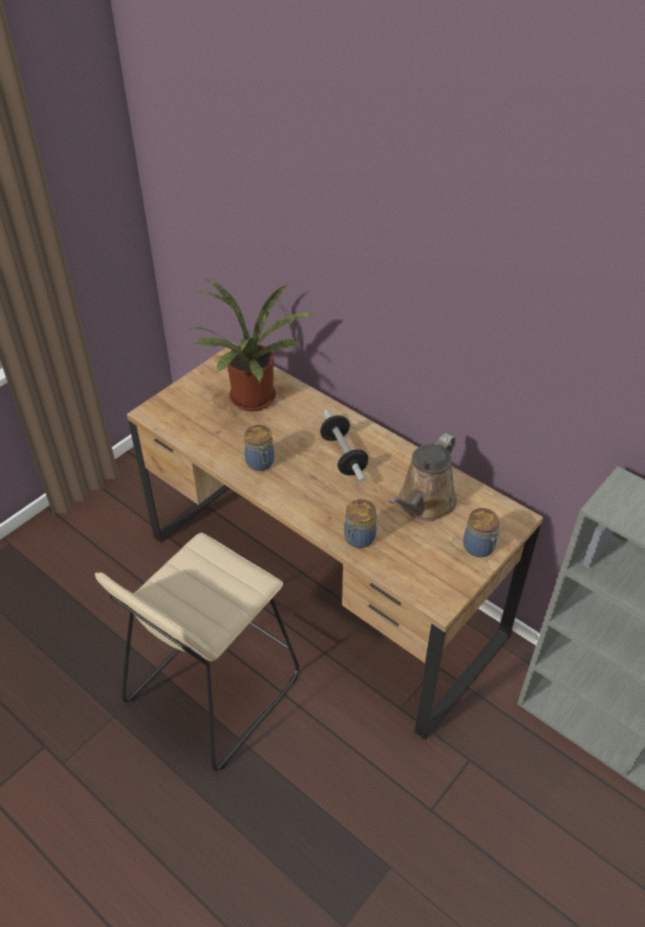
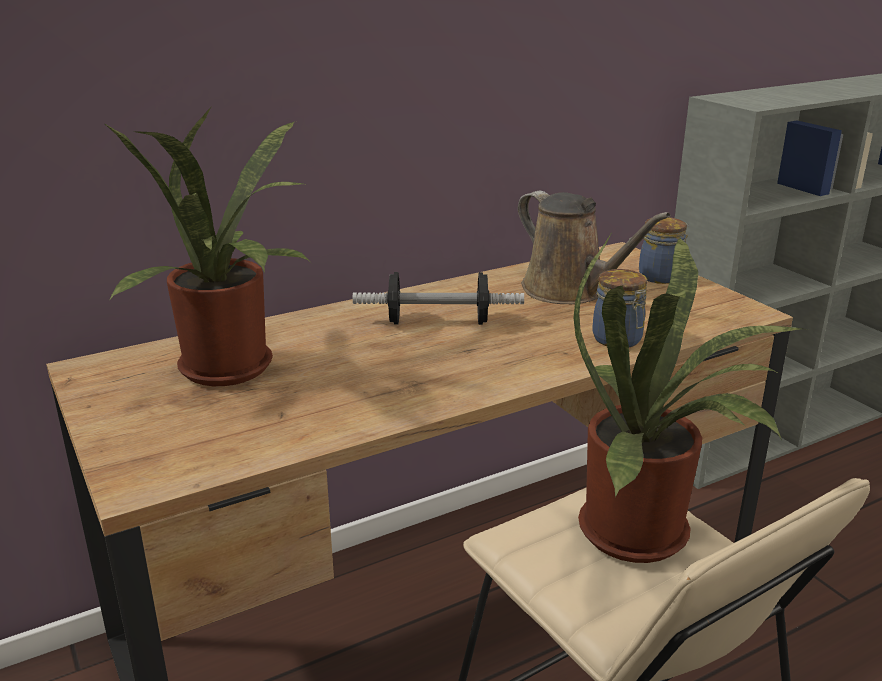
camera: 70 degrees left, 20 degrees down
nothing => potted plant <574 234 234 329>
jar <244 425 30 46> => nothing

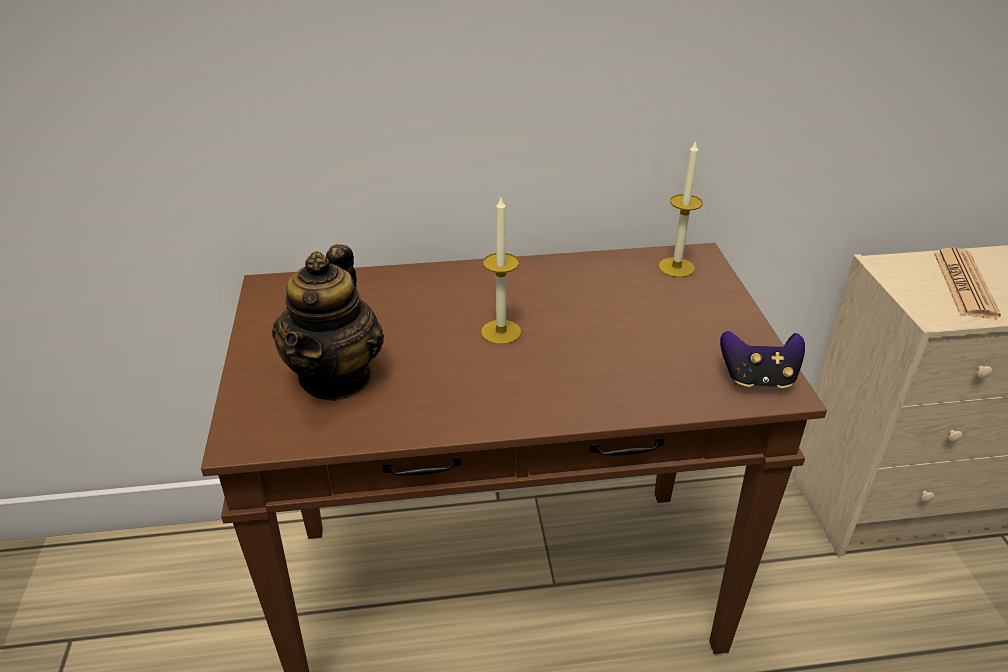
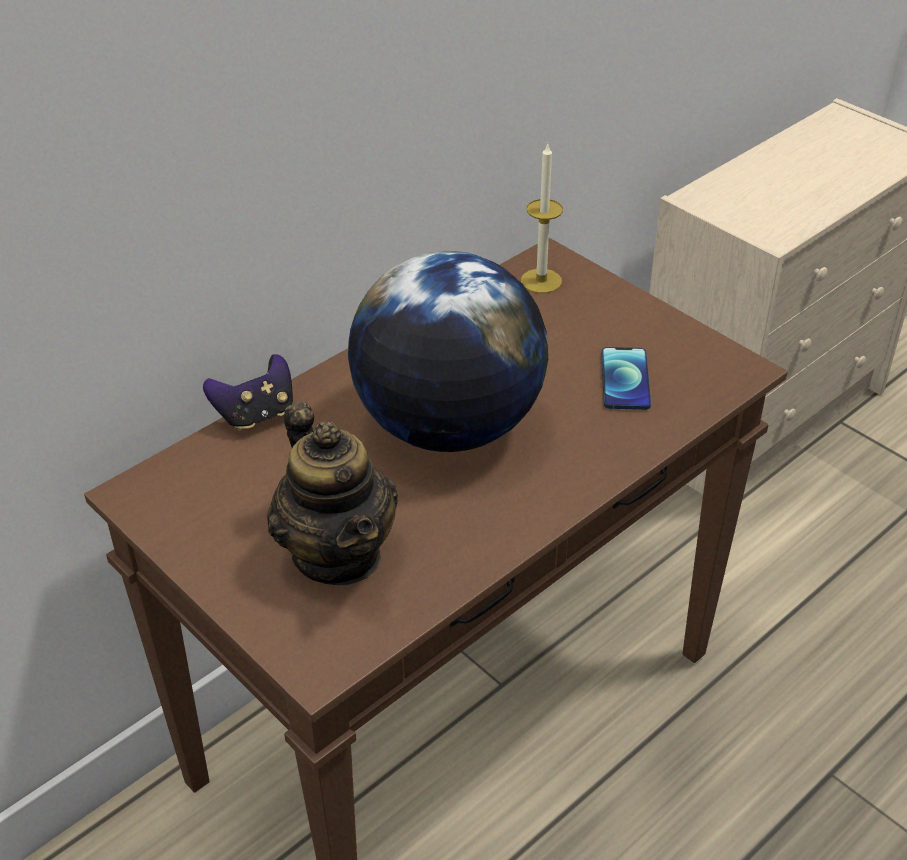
camera: 35 degrees left, 5 degrees up
joypad <720 331 85 57> => joypad <203 354 90 77>, relocated
wax candle <481 198 40 146> => world globe <348 251 200 201>
nothing => handset <601 347 50 63>
newspaper <934 248 67 70> => nothing

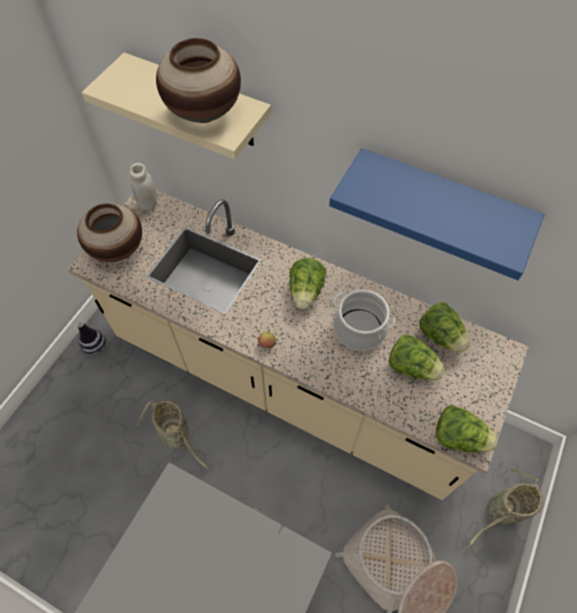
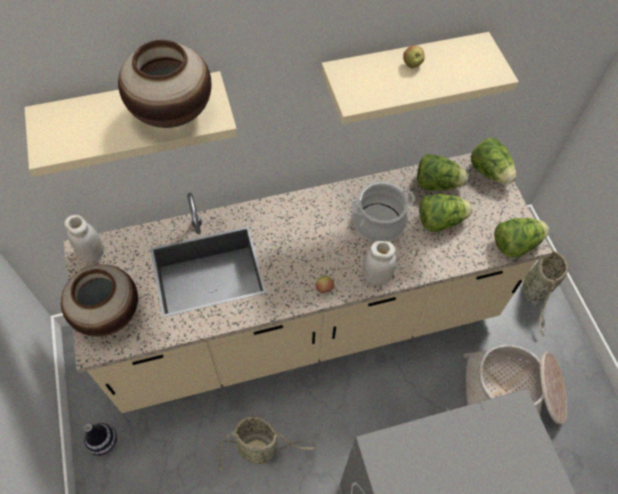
camera: 45 degrees left, 0 degrees up
bluish shelf <329 148 216 132> => beige-coloured shelf <321 32 198 92>
nothing => white jar <363 241 33 44>
nothing => apple fruit <403 45 21 23>
lettuce head <289 258 37 51> => lettuce head <471 138 46 46>, relocated

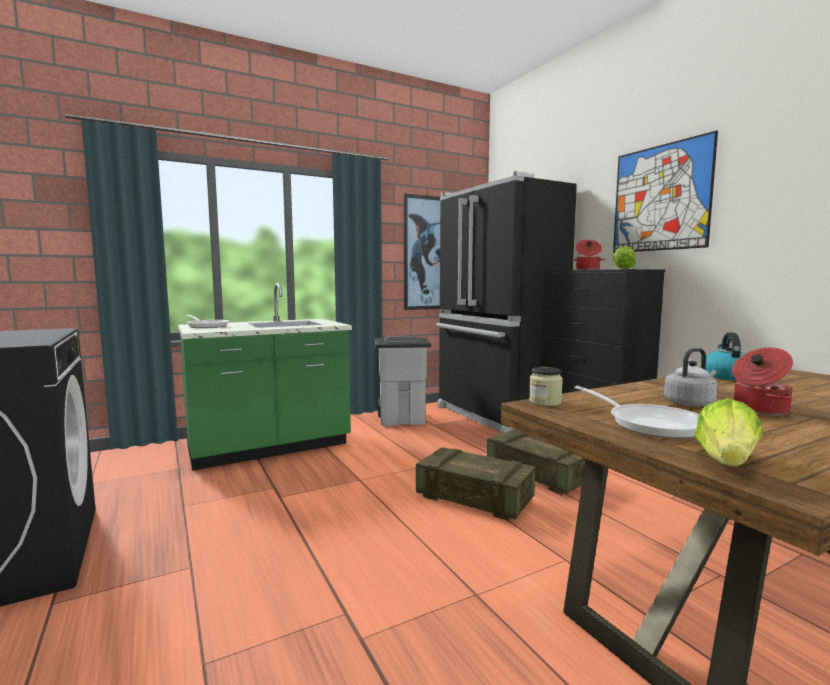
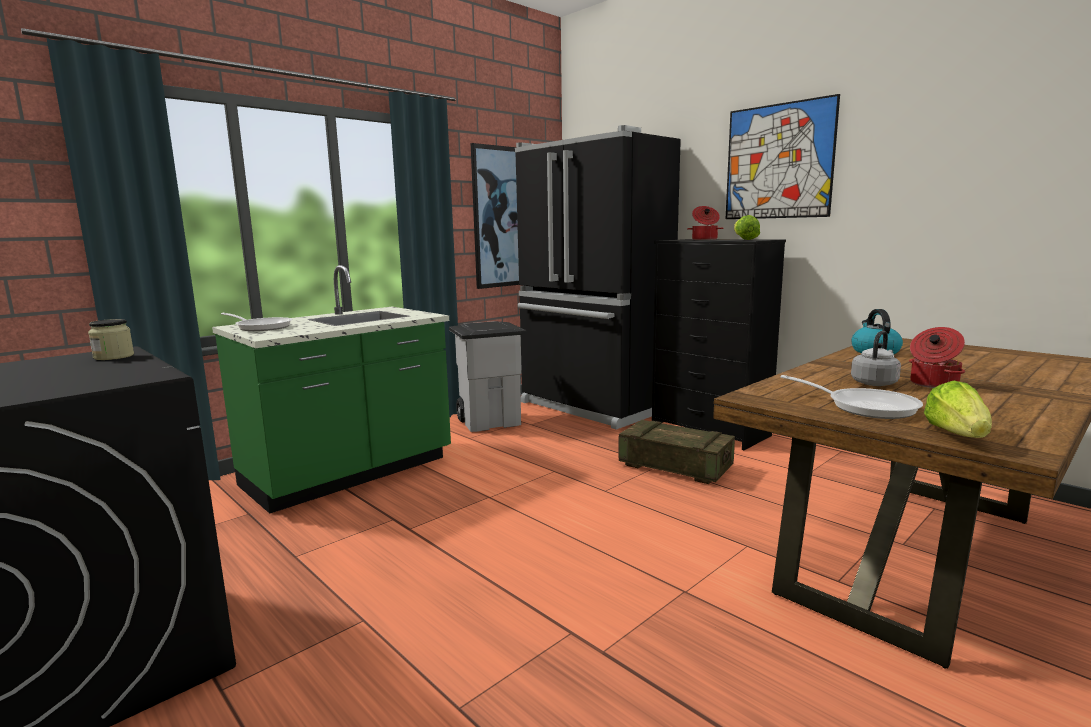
camera: 15 degrees left, 5 degrees up
jar <529 367 34 39> => jar <88 319 46 41>, relocated
shipping crate <416 447 120 74> => nothing

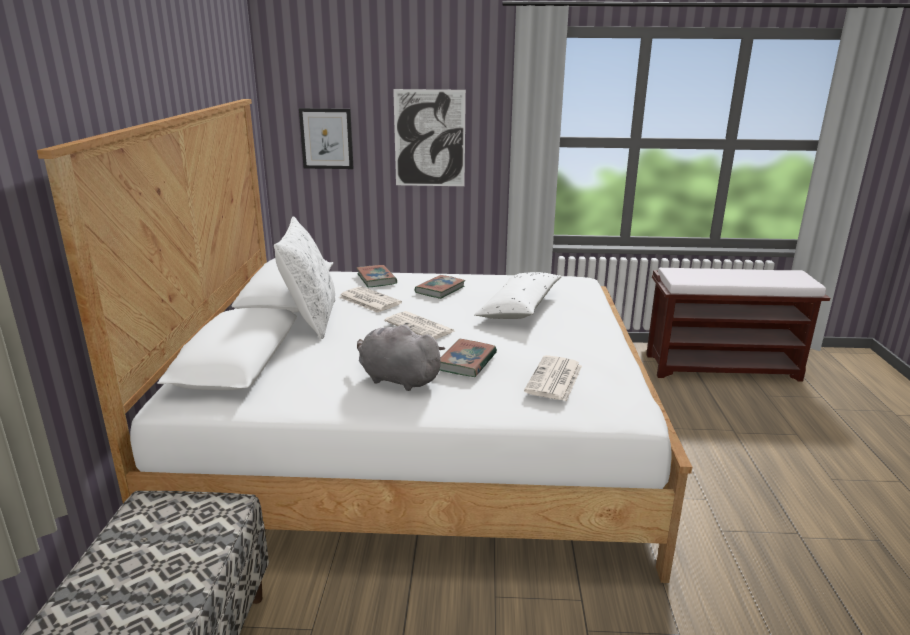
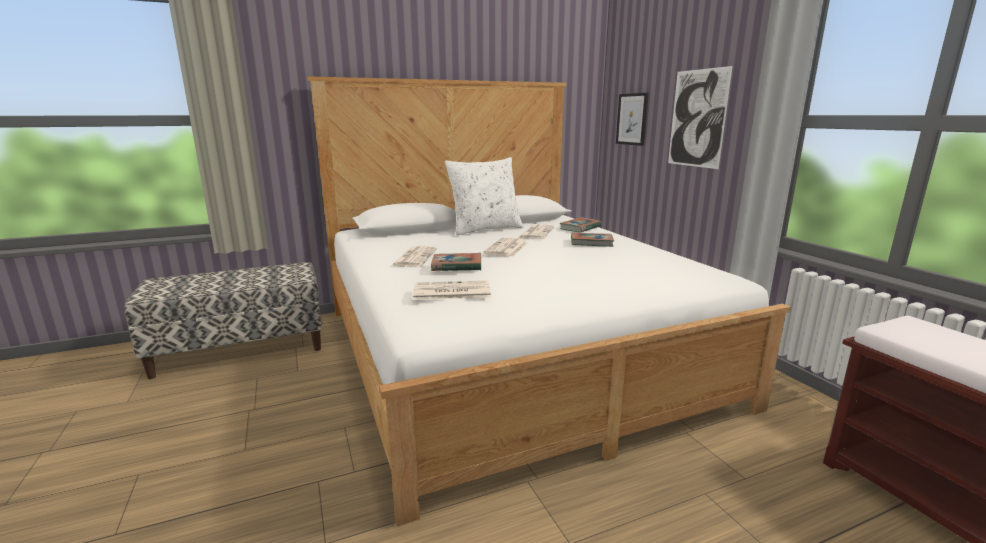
camera: 65 degrees right, 5 degrees down
grey soft toy <357 324 88 67> => newspaper <391 246 46 21>
white throw pillow <474 272 88 47> => nothing

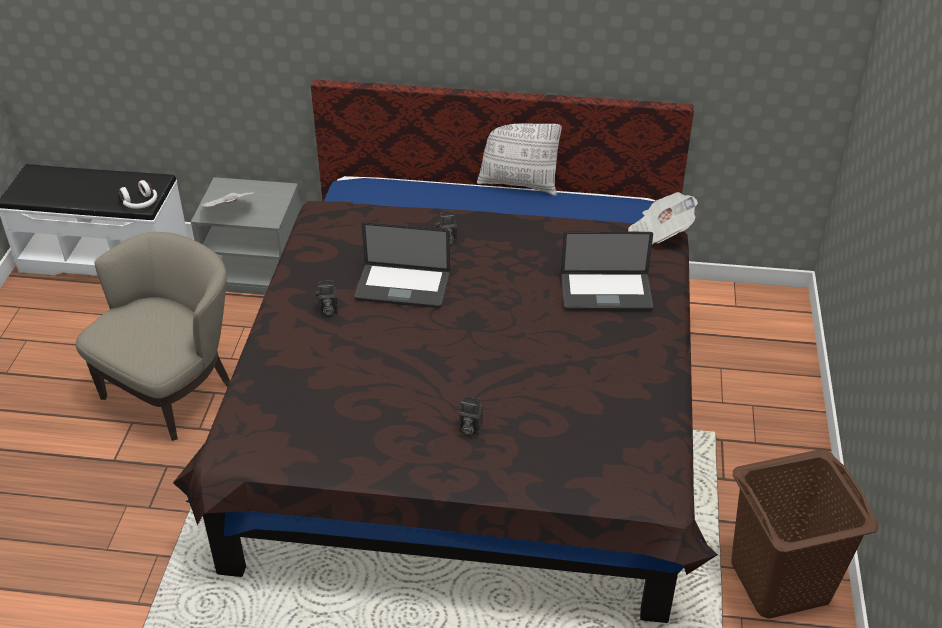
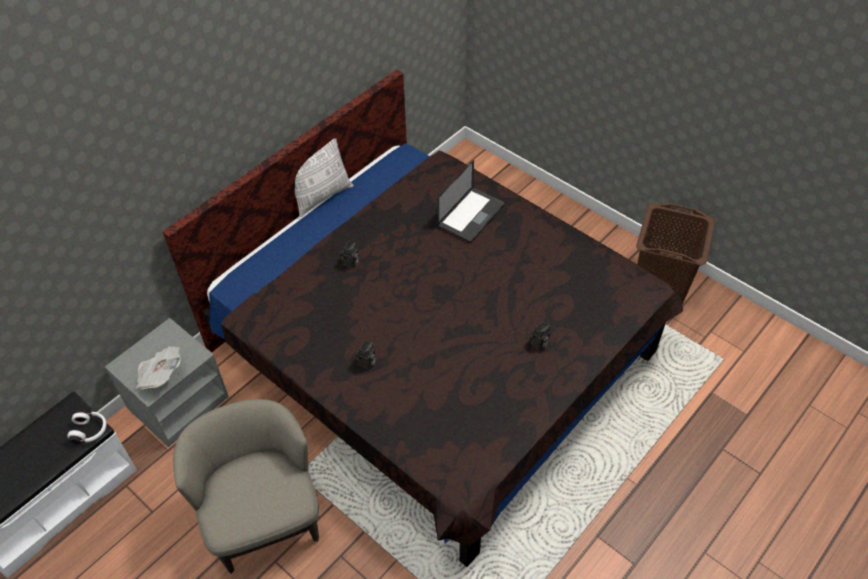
camera: 55 degrees left, 10 degrees up
notebook computer <354 222 96 86> => nothing
newspaper <628 192 70 52> => nothing

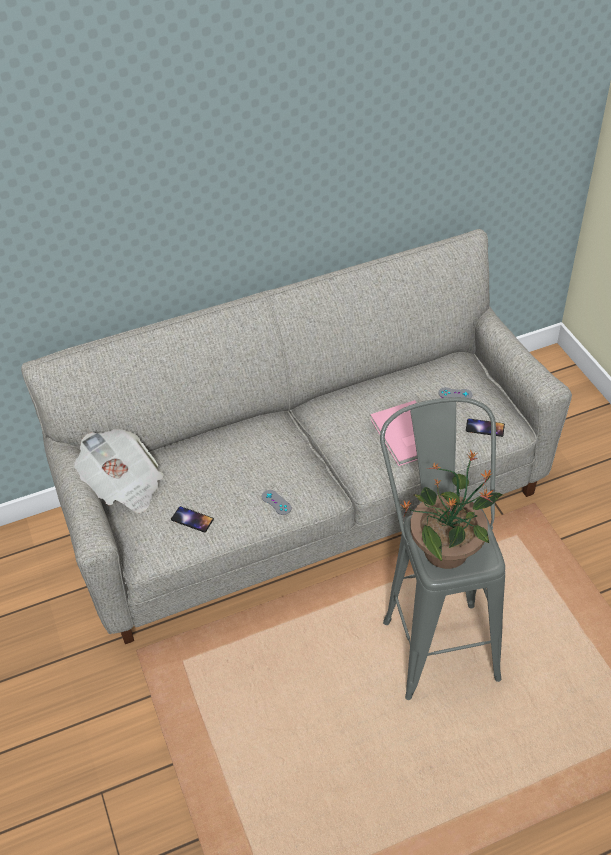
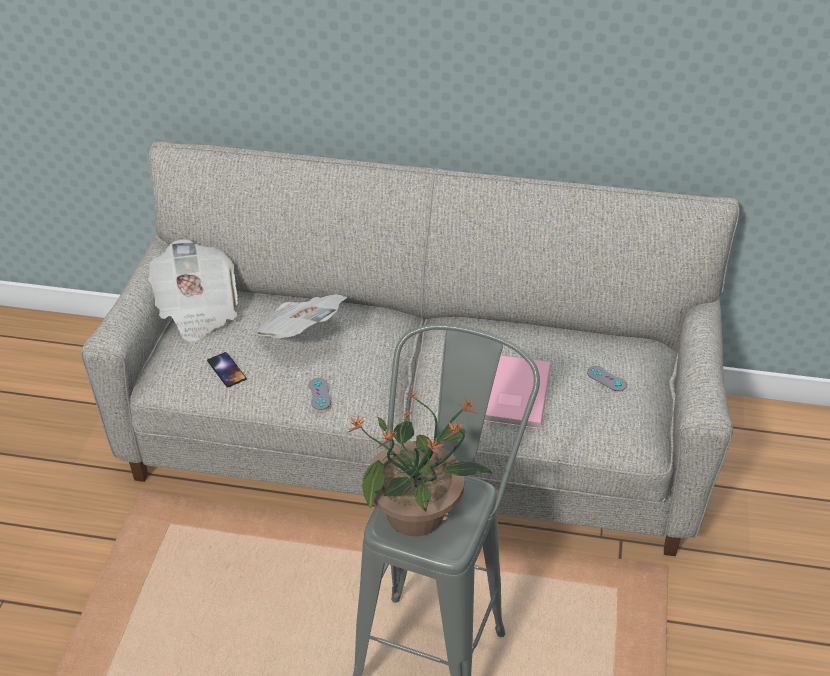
camera: 30 degrees right, 5 degrees down
nothing => newspaper <253 294 94 44>
handset <466 419 39 18> => nothing

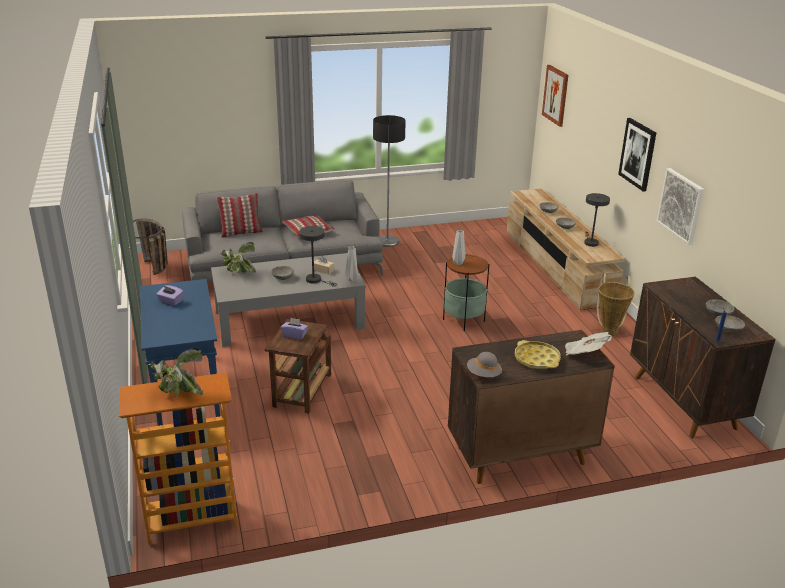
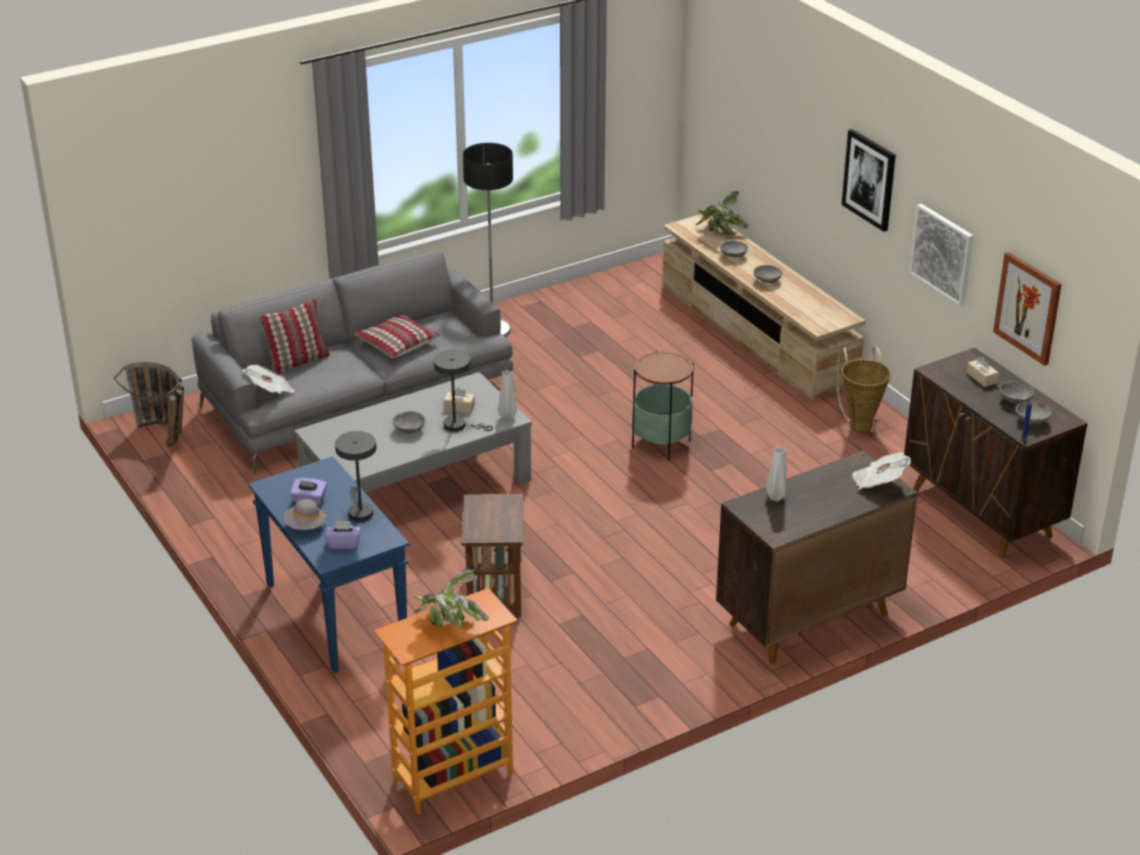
camera: 15 degrees left, 5 degrees up
nothing => newspaper <242 365 53 29>
grey clothing hat <467 352 35 25> => grey clothing hat <283 499 44 31>, relocated
purple tissue holder <281 318 27 22> => purple tissue holder <325 521 36 28>, relocated
grey table lamp <584 193 26 54> => grey table lamp <335 431 41 90>, relocated
potted plant <220 242 36 31> => potted plant <695 191 53 41>, relocated
grey vase <452 230 13 35> => grey vase <766 447 21 55>, relocated
nothing => beige-coloured tissue holder <967 357 32 30>
wall art <542 65 26 62> => wall art <993 252 69 114>, relocated
yellow carrying tray <515 340 46 29> => nothing

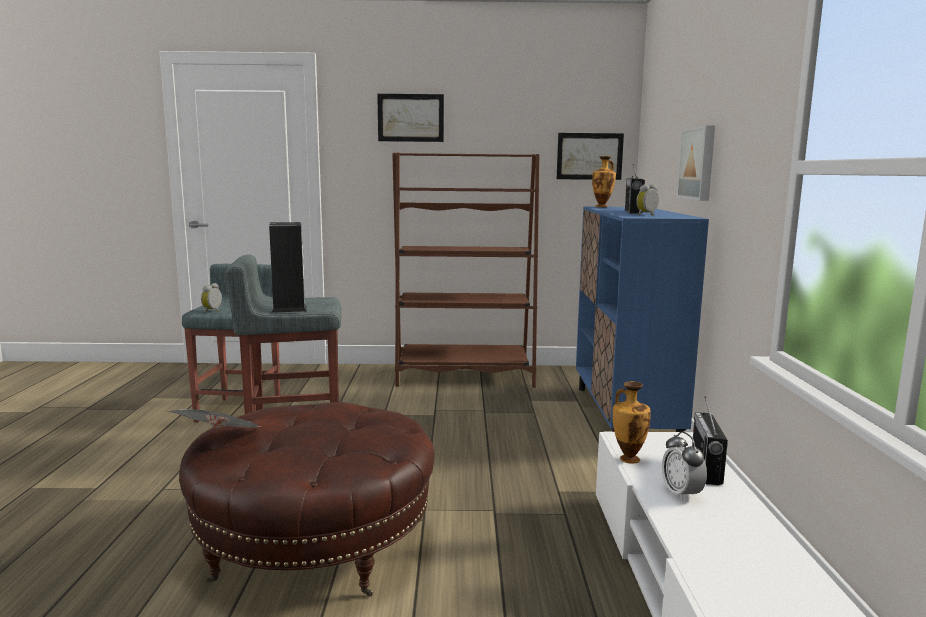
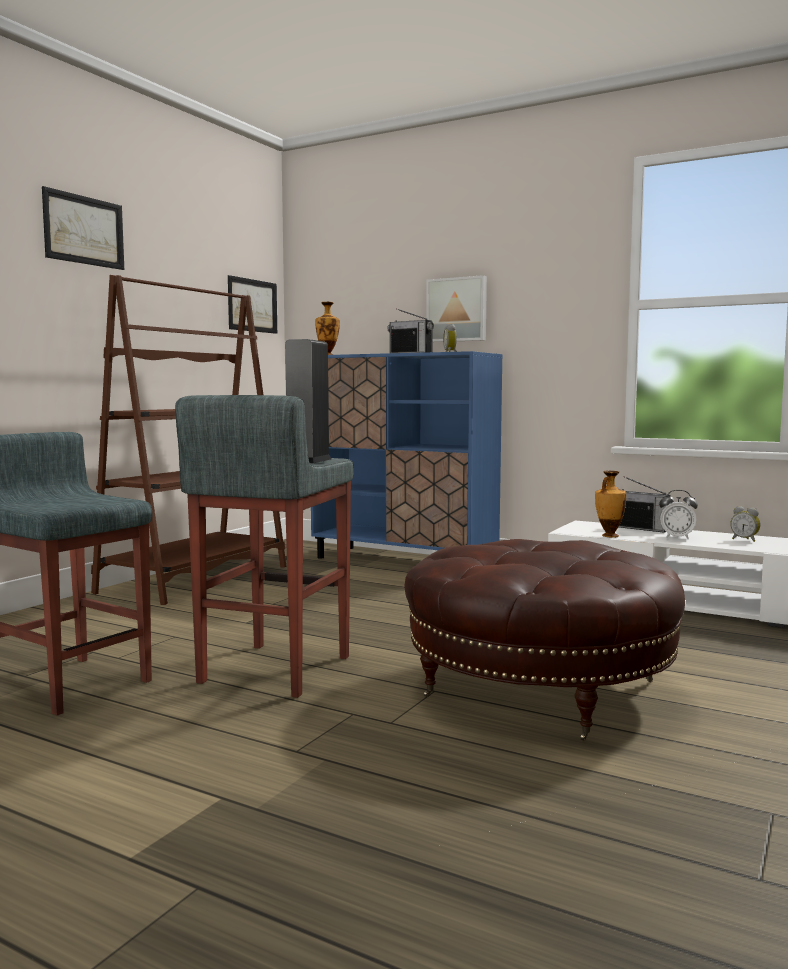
camera: 60 degrees left, 5 degrees down
bedside clock <201 283 21 30> => bedside clock <730 506 30 36>, relocated
newspaper <167 409 94 19> => nothing

